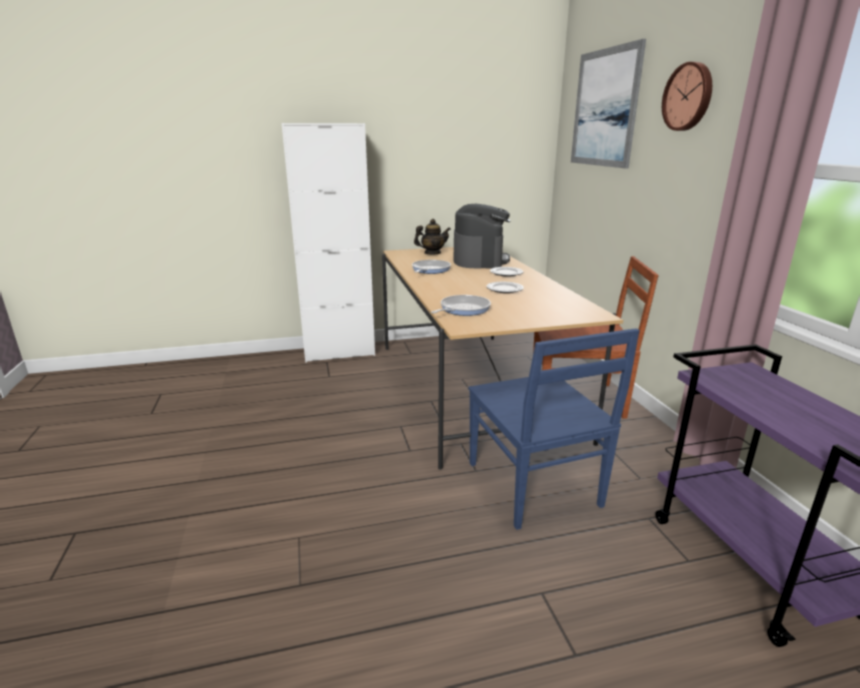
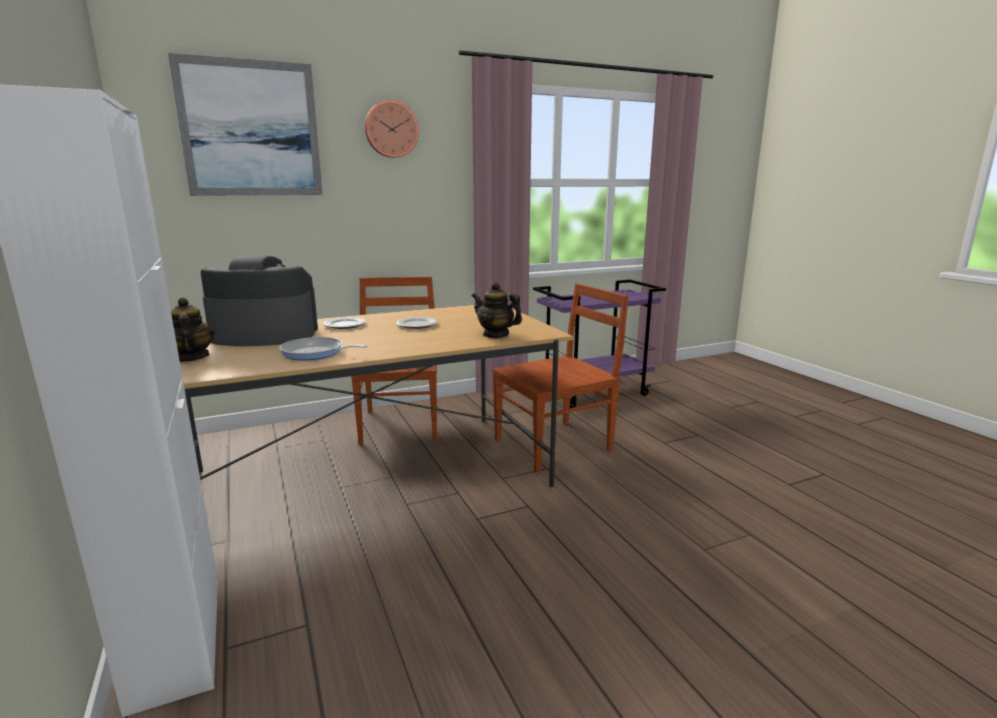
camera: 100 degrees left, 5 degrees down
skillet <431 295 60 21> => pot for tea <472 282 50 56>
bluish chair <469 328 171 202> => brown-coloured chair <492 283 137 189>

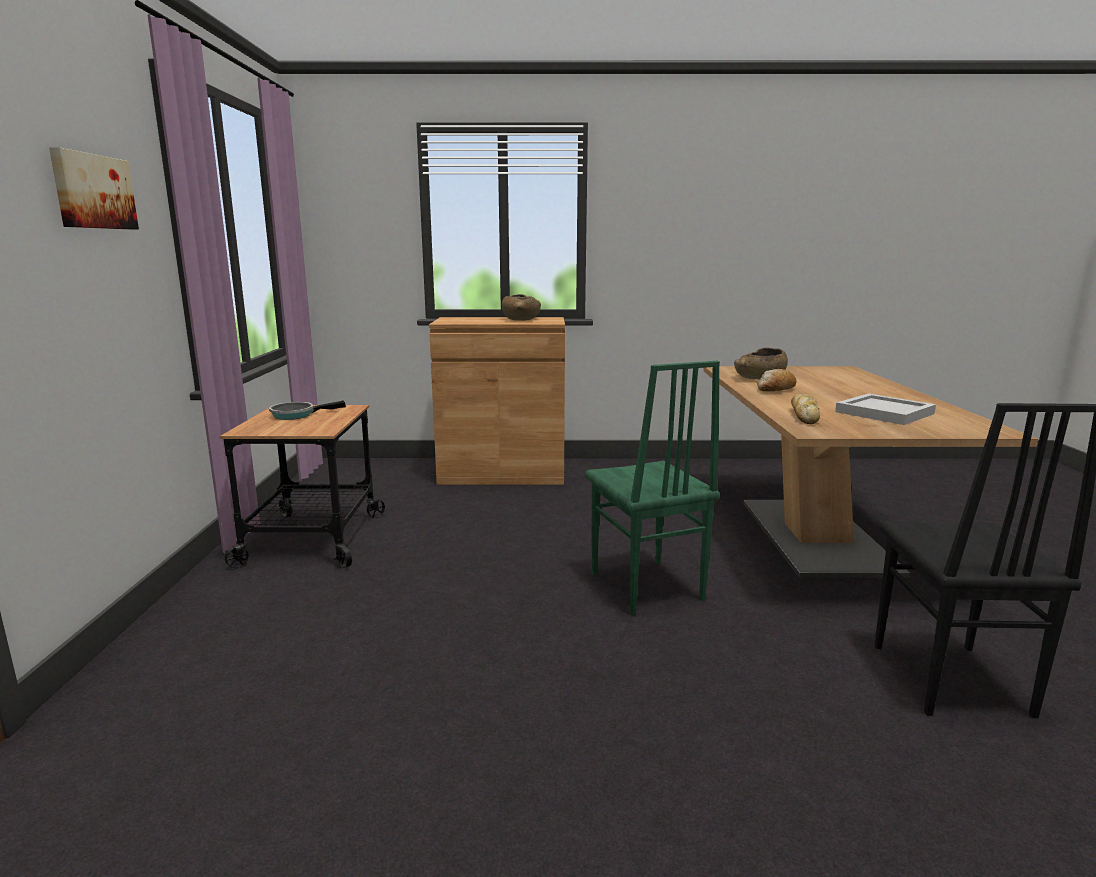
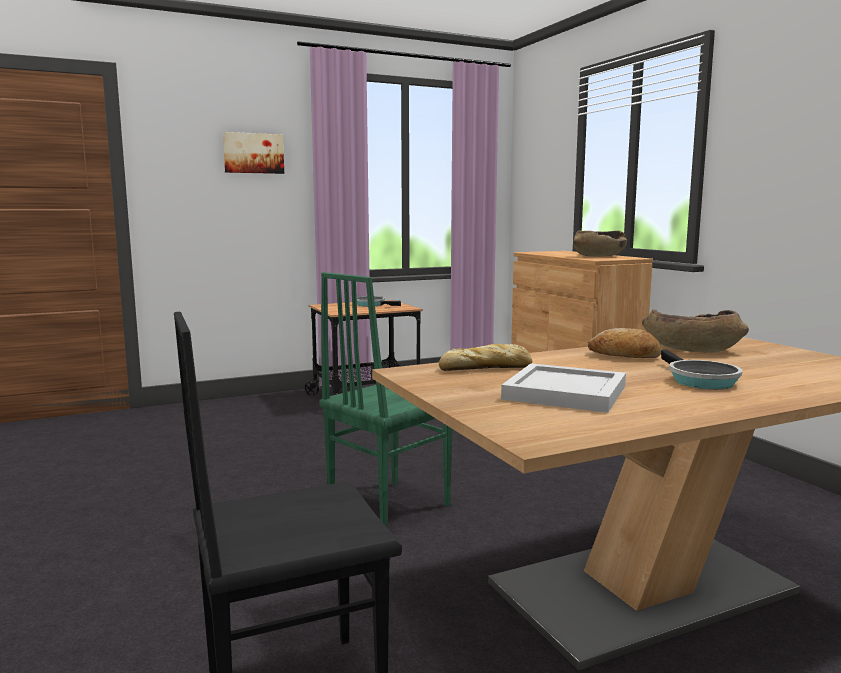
camera: 65 degrees right, 5 degrees down
nothing => skillet <661 349 81 40>

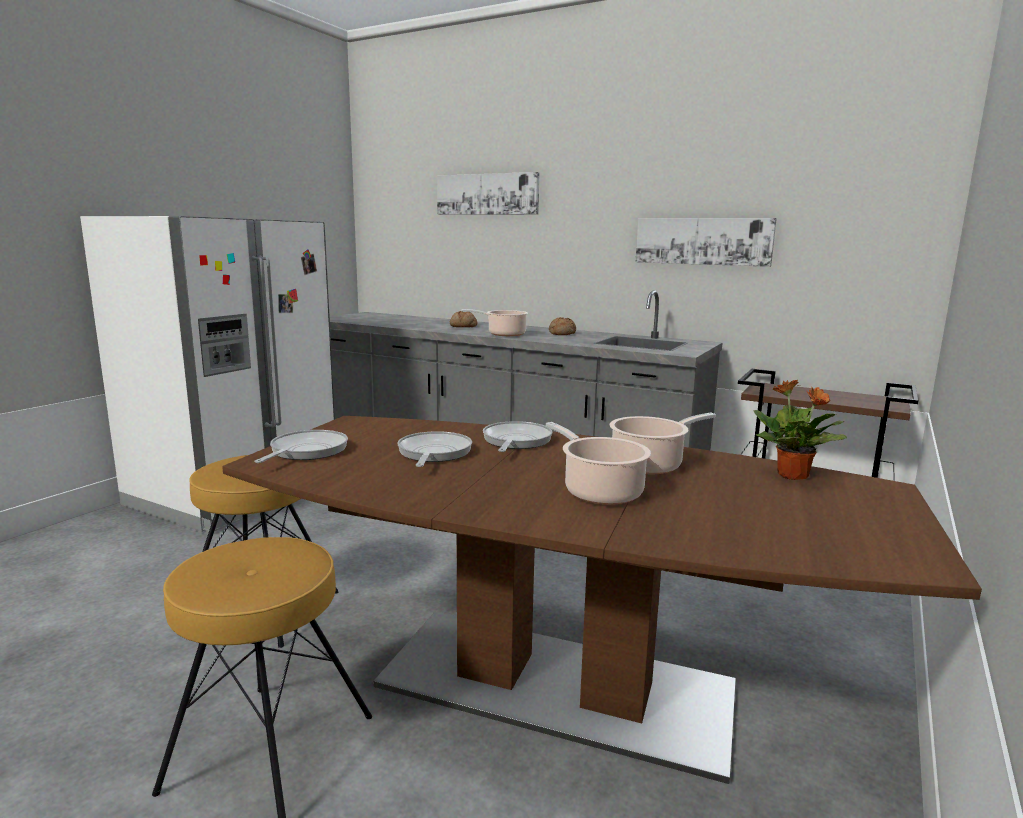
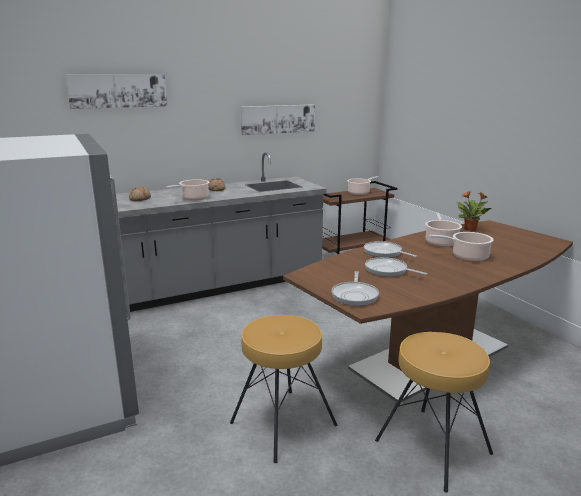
camera: 55 degrees left, 5 degrees up
skillet <255 430 93 33> => skillet <332 271 47 35>, 135 degrees counterclockwise
nothing => stockpot <347 176 32 19>

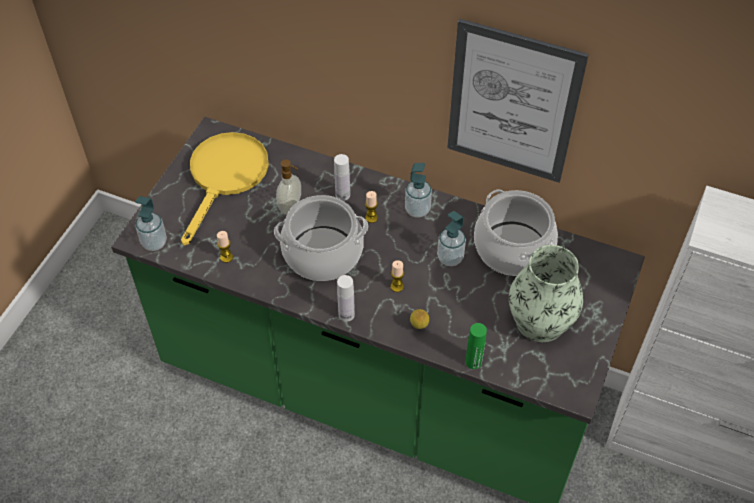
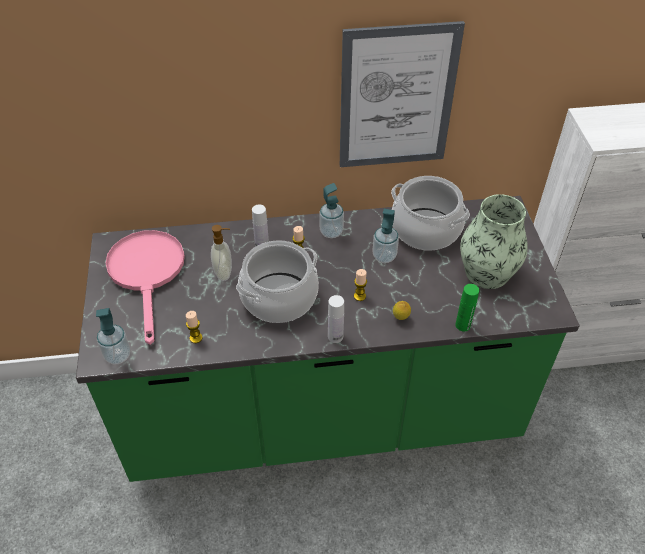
camera: 30 degrees left, 5 degrees down
yellow skillet <181 132 88 114> => pinkish skillet <106 230 79 115>

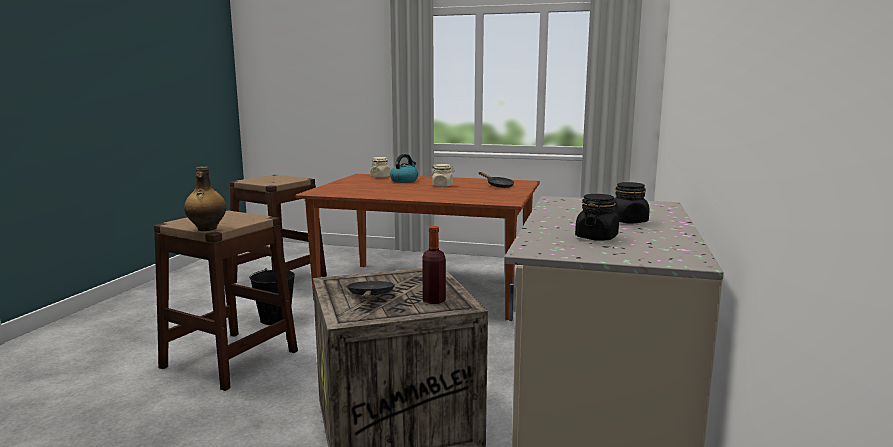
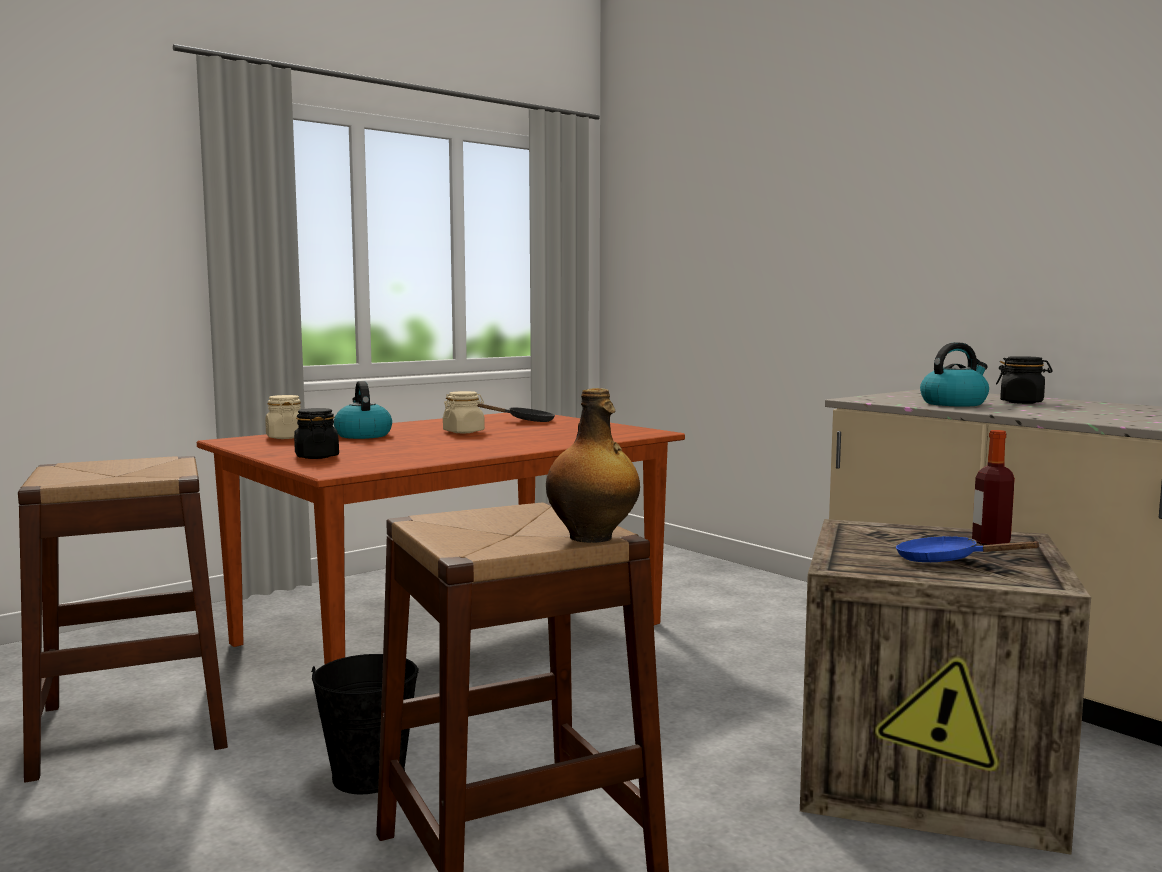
camera: 55 degrees left, 5 degrees down
black-coloured jar <575 194 44 46> => black-coloured jar <294 408 45 51>, relocated
black-coloured skillet <347 281 48 18> => bluish skillet <896 536 146 26>
nothing => kettle <920 342 69 65>

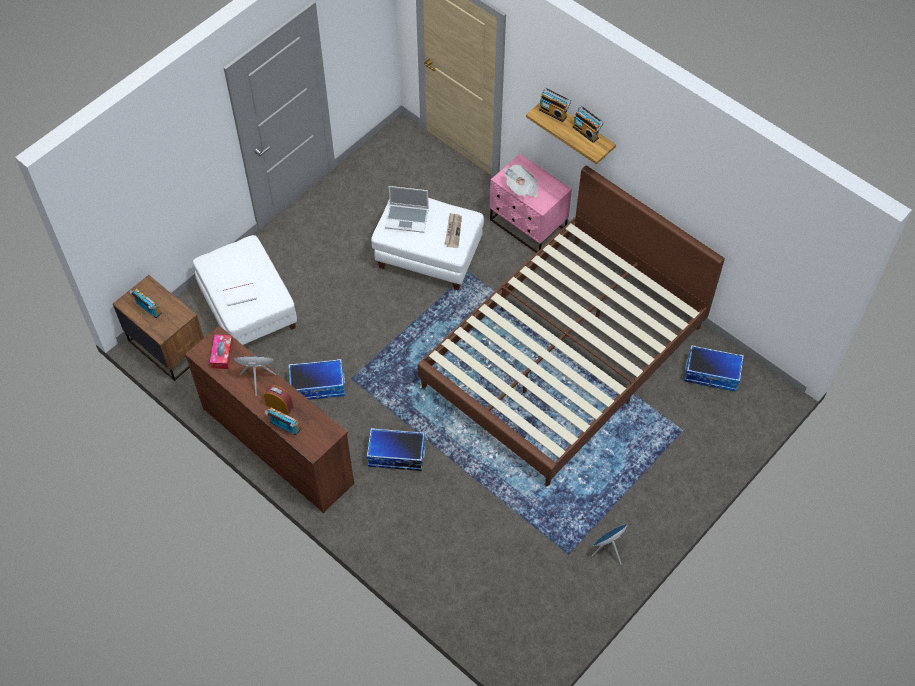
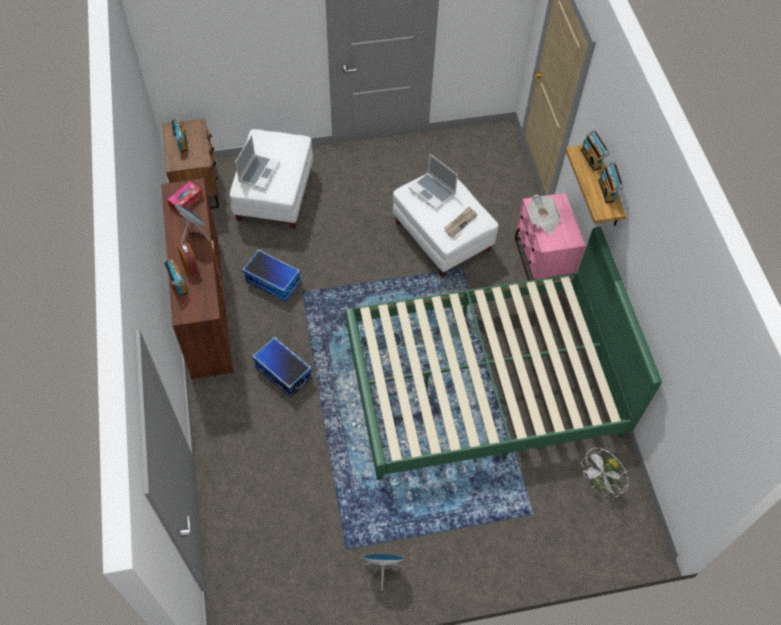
camera: 35 degrees right, 0 degrees up
white volume <223 281 34 25> => notebook computer <235 135 45 54>
brown-coloured bed <418 165 307 321> => greenish bed <345 227 317 253>
storage box <684 345 60 46> => white fan <581 447 48 50>

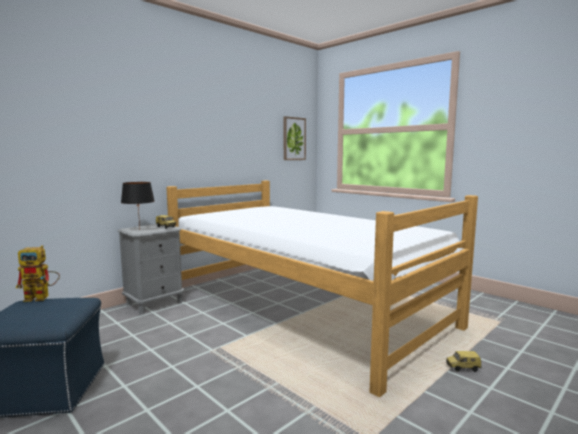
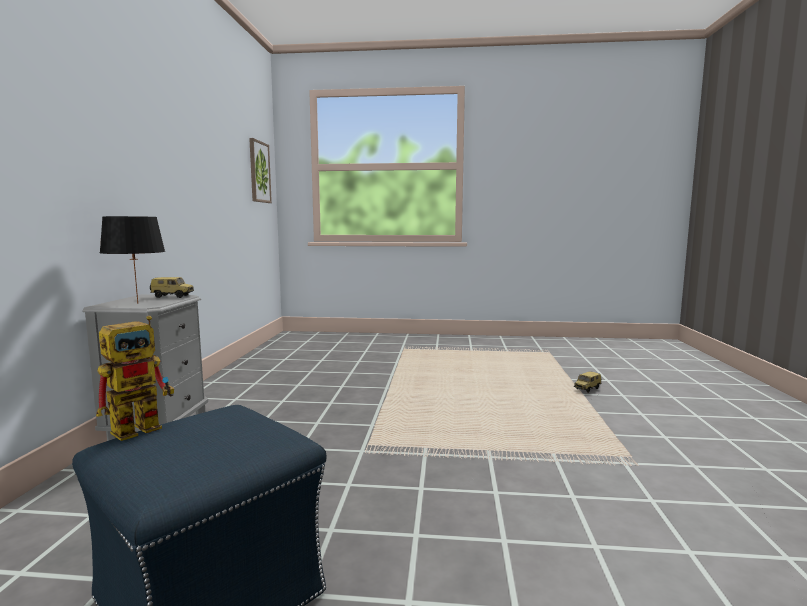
camera: 40 degrees left, 0 degrees up
bed <166 181 312 216> => nothing

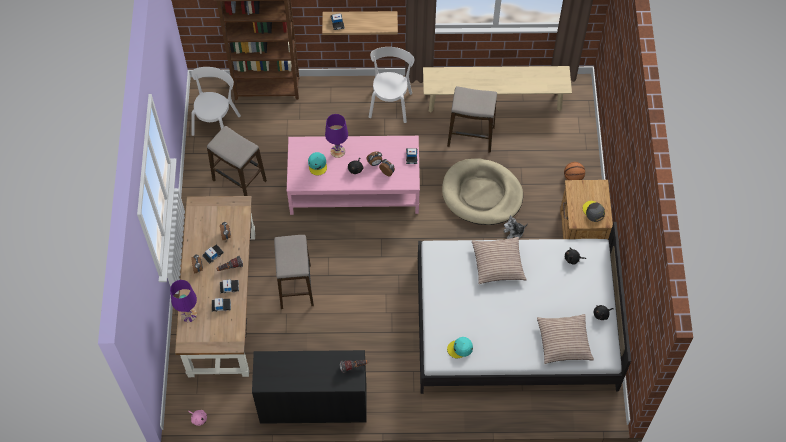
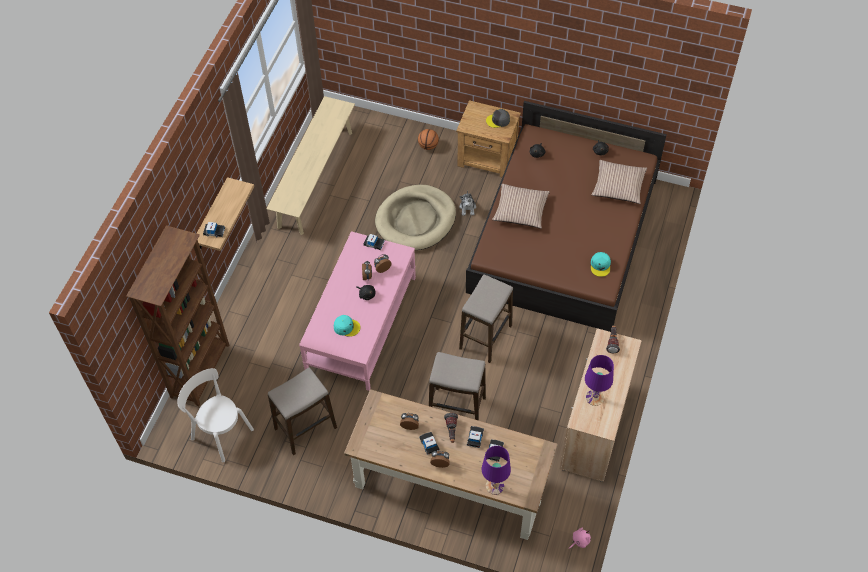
camera: 70 degrees left, 5 degrees down
sitting stool <447 86 50 67> => sitting stool <459 275 54 88>, relocated
white bed <418 222 213 172> => brown-coloured bed <466 101 201 231>
black-coloured cupboard <252 350 114 74> => beige-coloured cupboard <560 328 82 154>
purple table lamp <325 114 23 44> => purple table lamp <585 355 29 51>, relocated
white chair <369 47 45 76> => nothing

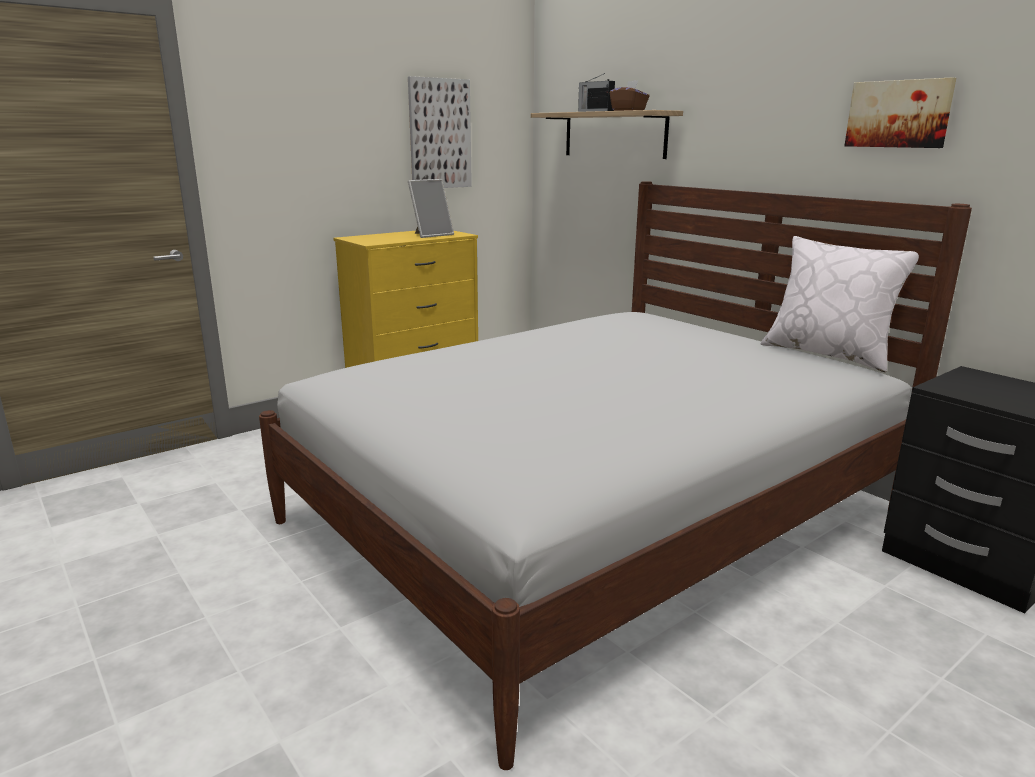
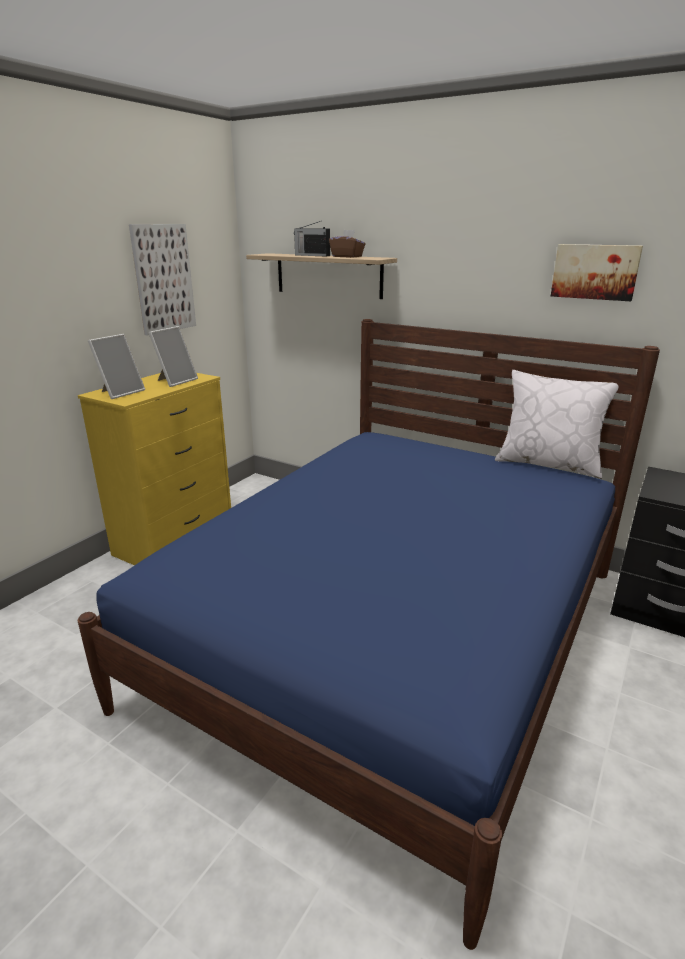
camera: 20 degrees left, 5 degrees up
white bed <259 181 713 589> => bluish bed <77 319 583 631>
nothing => standing frame <88 334 57 65>

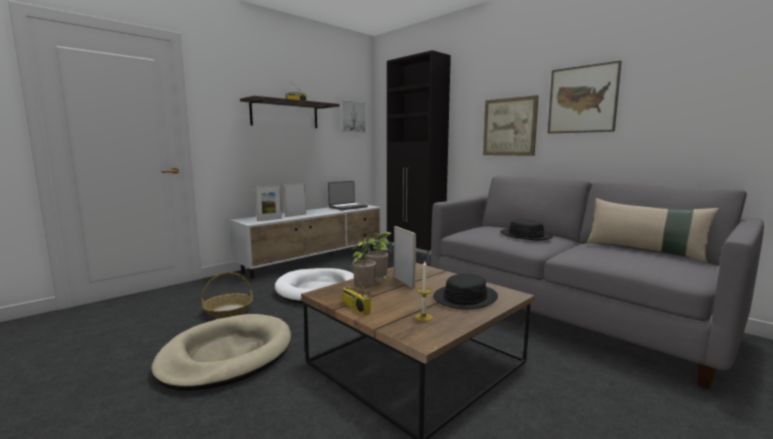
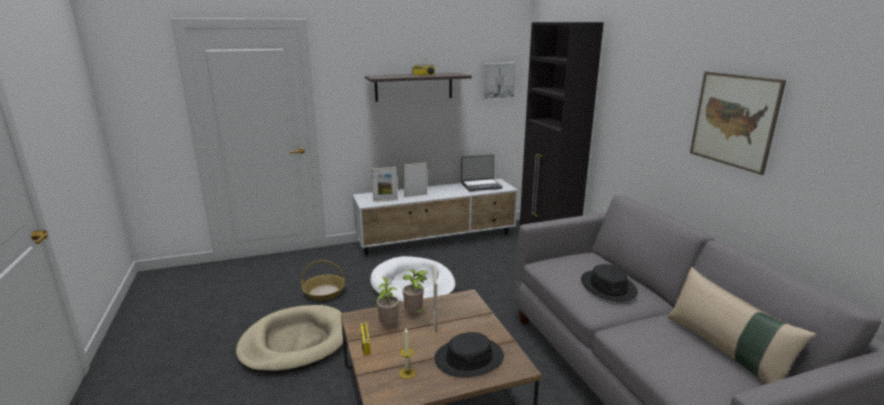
camera: 25 degrees right, 10 degrees up
wall art <483 95 56 61> => nothing

